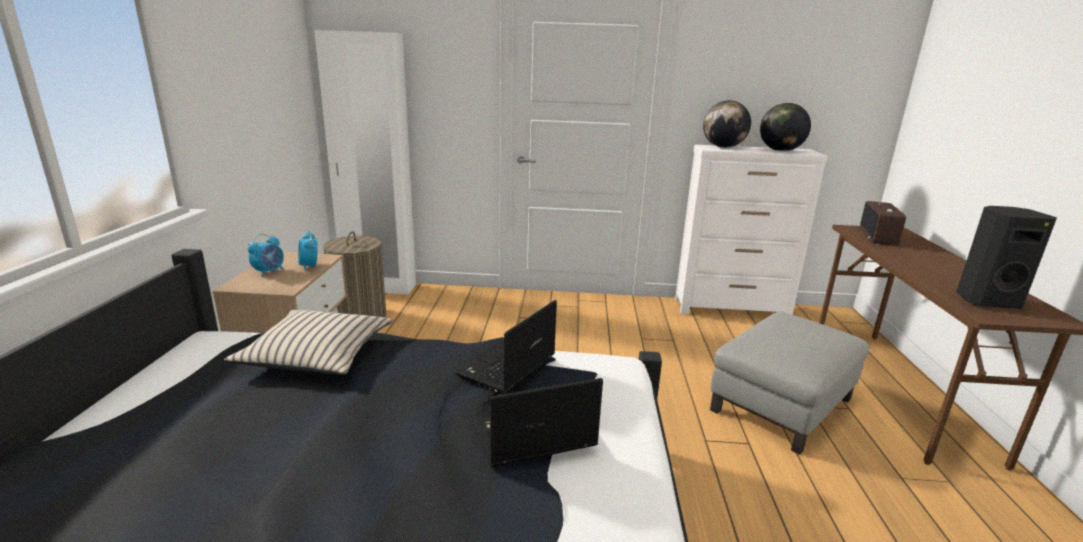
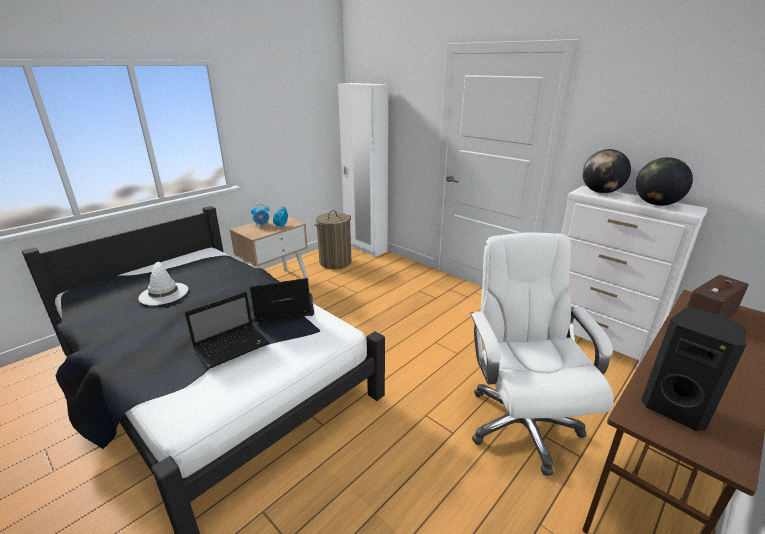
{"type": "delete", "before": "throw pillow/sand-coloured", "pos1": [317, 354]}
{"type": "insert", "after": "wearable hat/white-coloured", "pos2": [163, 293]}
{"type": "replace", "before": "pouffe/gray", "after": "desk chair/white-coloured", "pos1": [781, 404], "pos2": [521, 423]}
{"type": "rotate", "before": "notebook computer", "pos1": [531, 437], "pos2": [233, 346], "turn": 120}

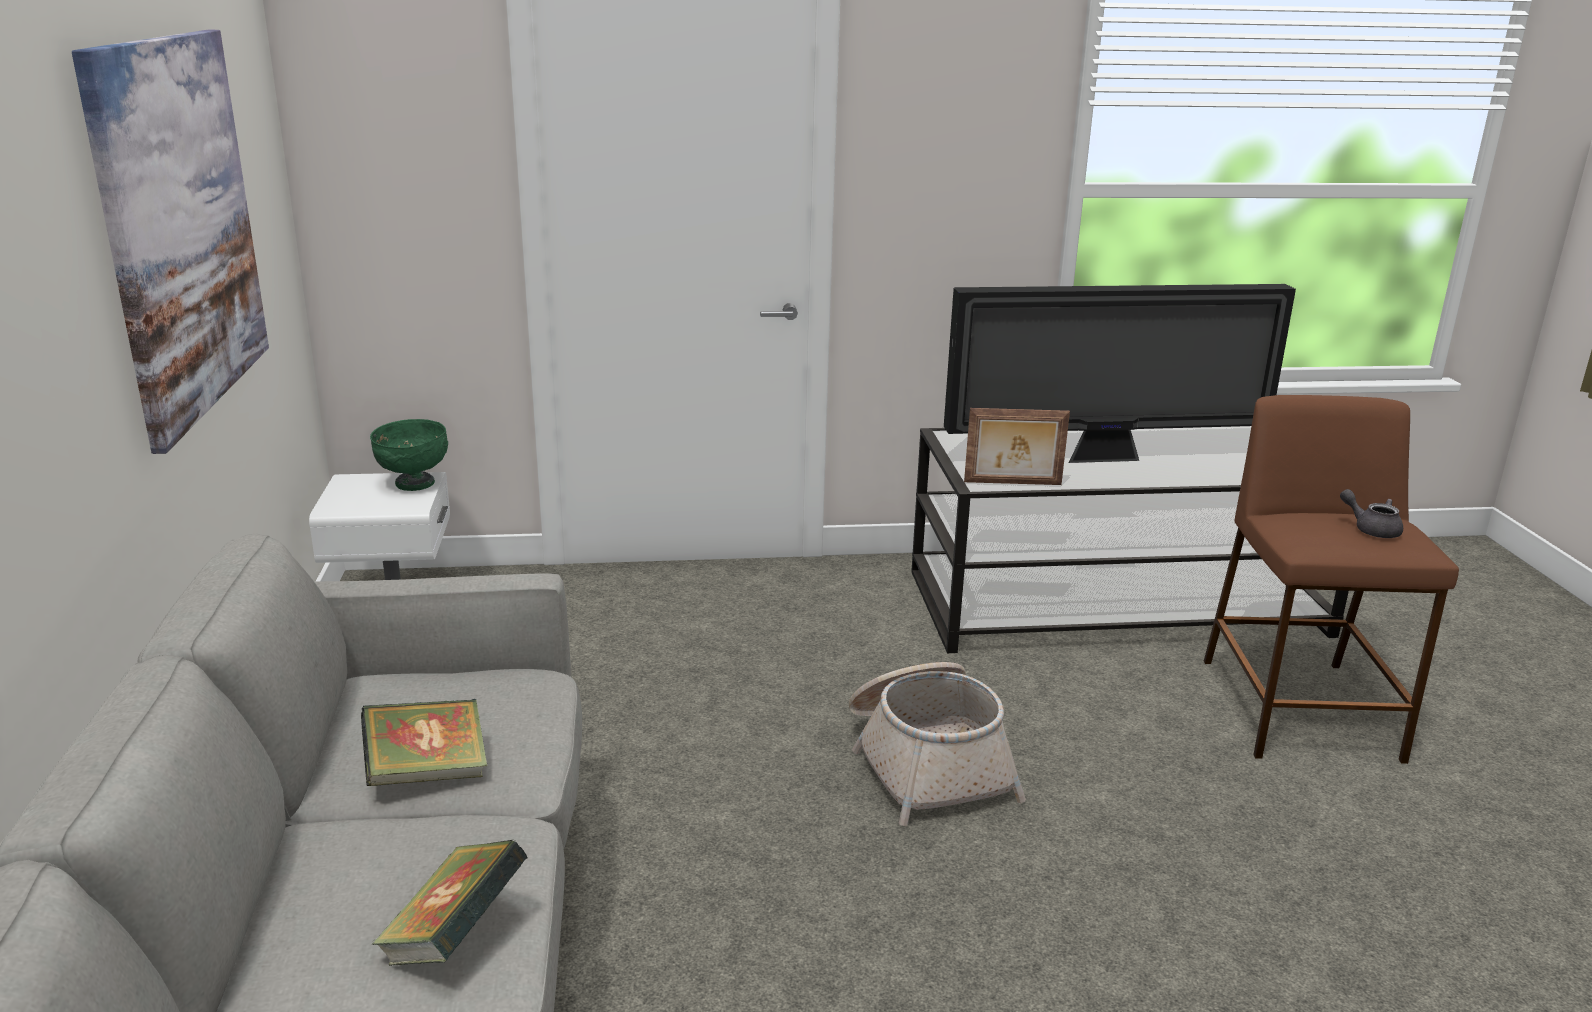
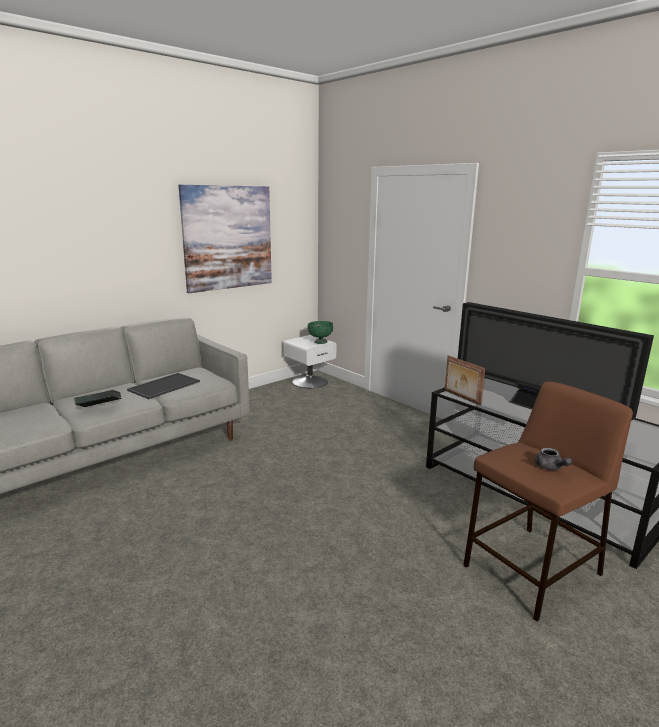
{"type": "delete", "before": "storage basket", "pos1": [927, 762]}
{"type": "replace", "before": "bound book", "after": "tray", "pos1": [427, 773], "pos2": [164, 386]}
{"type": "rotate", "before": "tea pot/gray", "pos1": [1371, 529], "pos2": [550, 468], "turn": 150}

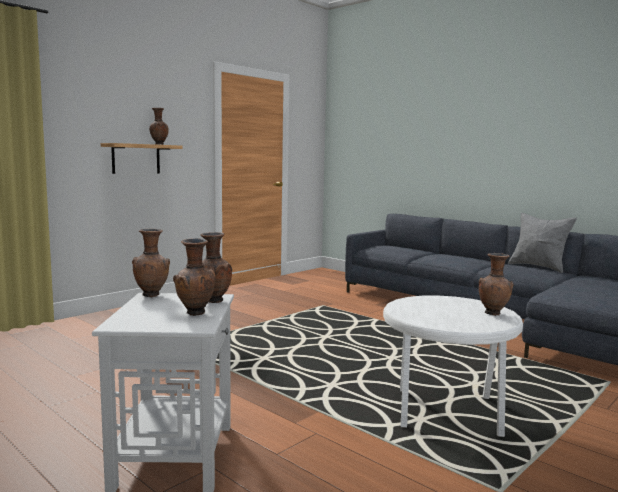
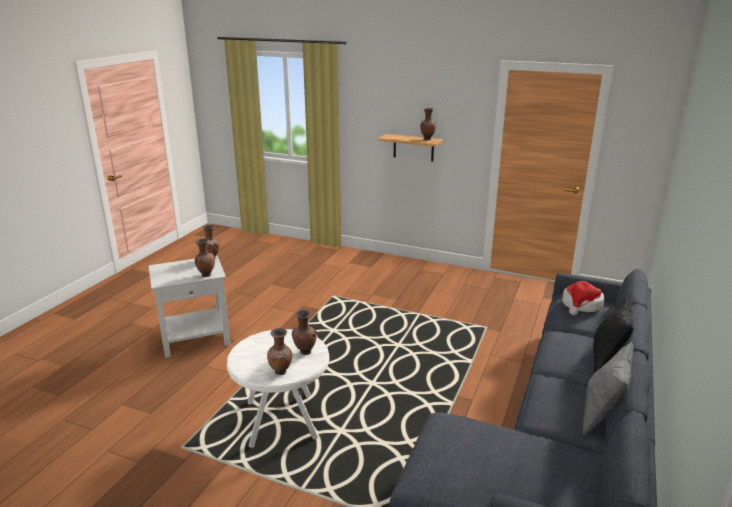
{"type": "insert", "after": "wearable hat", "pos2": [581, 305]}
{"type": "insert", "after": "throw pillow/blackish", "pos2": [607, 361]}
{"type": "move", "before": "flower vase/brownish", "pos1": [195, 314], "pos2": [304, 352]}

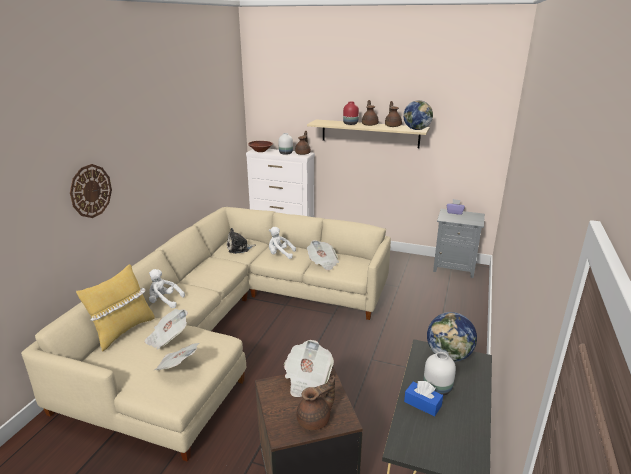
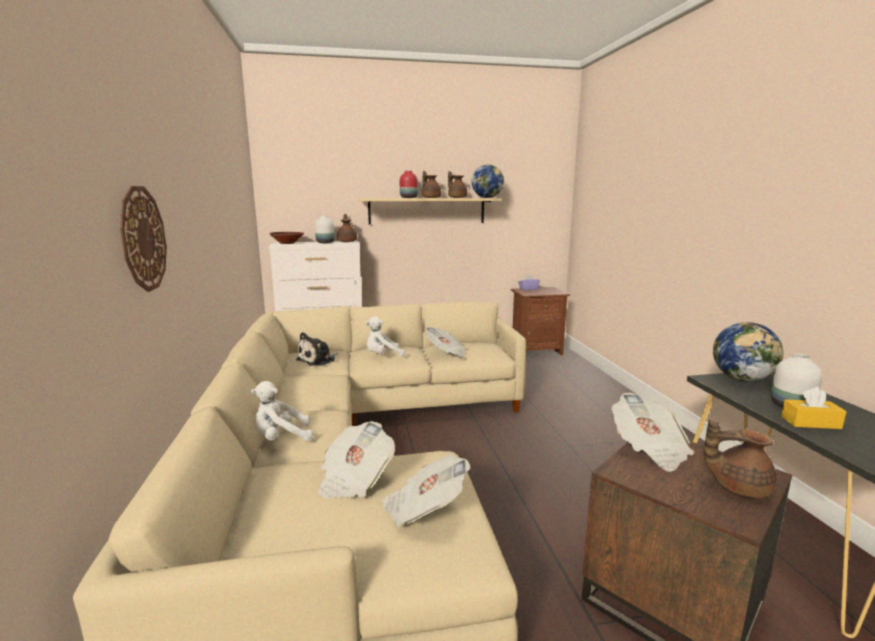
{"type": "delete", "before": "throw pillow/yellowish", "pos1": [123, 331]}
{"type": "recolor", "before": "tissue box/blue-coloured", "after": "tissue box/yellowish", "pos1": [422, 404], "pos2": [810, 422]}
{"type": "recolor", "before": "night table/gray", "after": "night table/brownish", "pos1": [454, 267], "pos2": [536, 350]}
{"type": "rotate", "before": "tea pot/brownish", "pos1": [315, 420], "pos2": [737, 486], "turn": -105}

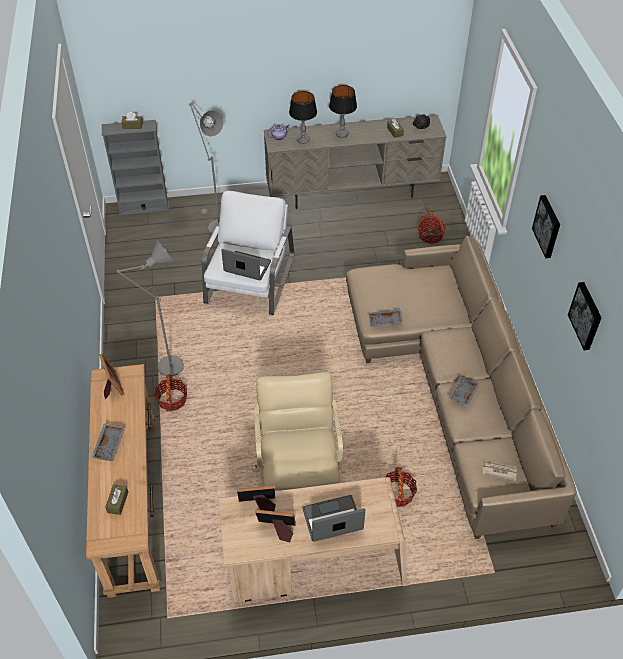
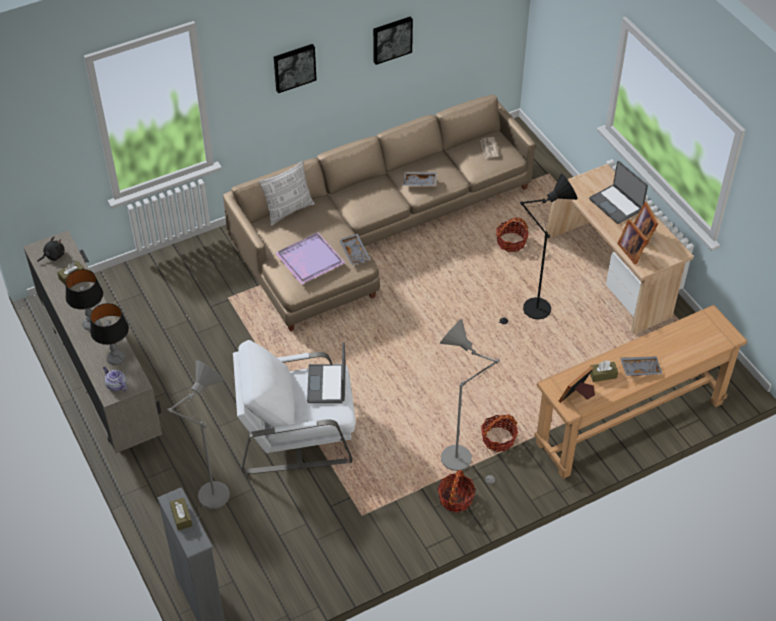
{"type": "insert", "after": "throw pillow", "pos2": [288, 210]}
{"type": "insert", "after": "tray/purple", "pos2": [308, 259]}
{"type": "move", "before": "tissue box/brownish", "pos1": [117, 502], "pos2": [603, 375]}
{"type": "move", "before": "storage basket", "pos1": [430, 236], "pos2": [455, 498]}
{"type": "replace", "before": "desk chair/sand-coloured", "after": "standing lamp/blackish", "pos1": [298, 477], "pos2": [532, 312]}

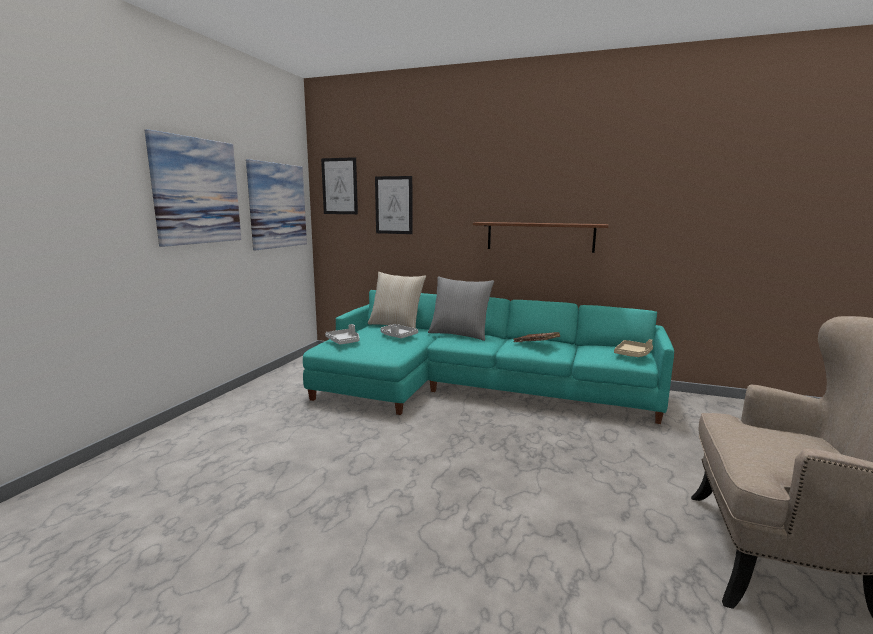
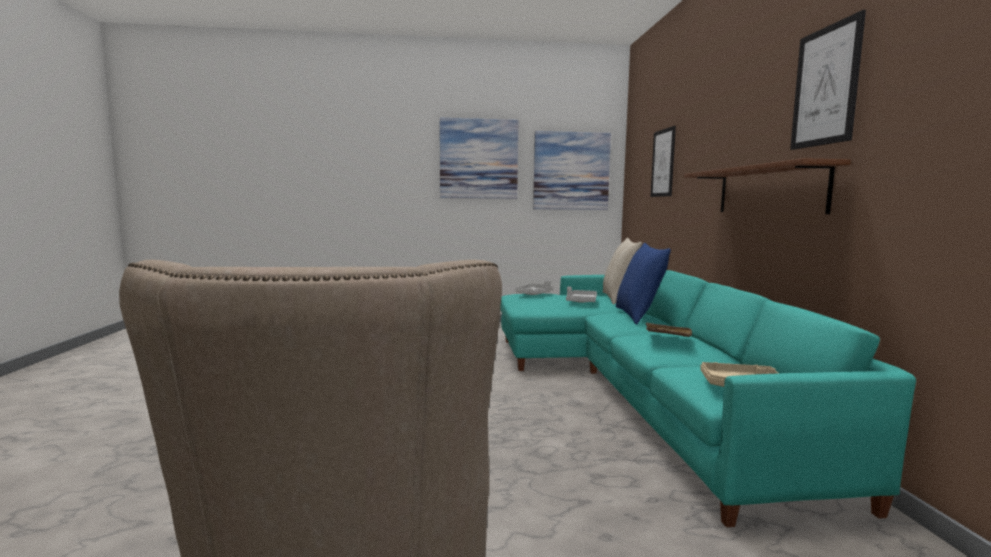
{"type": "move", "before": "picture", "pos1": [339, 186], "pos2": [825, 86]}
{"type": "recolor", "before": "throw pillow/gray", "after": "throw pillow/blue-coloured", "pos1": [459, 334], "pos2": [638, 315]}

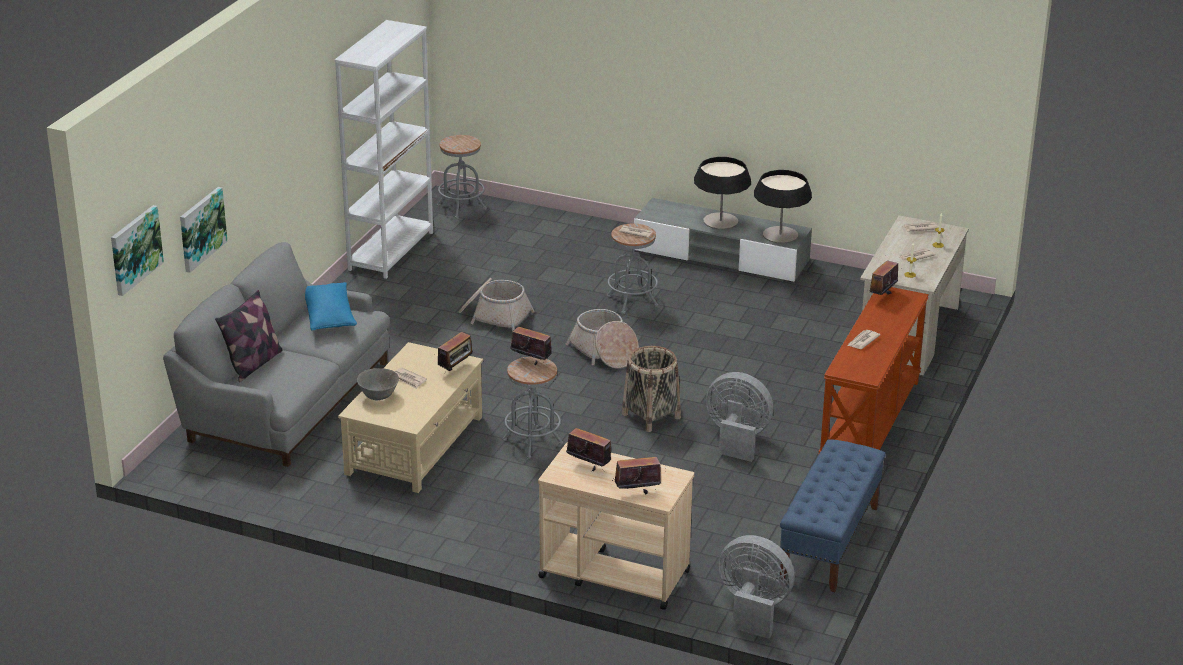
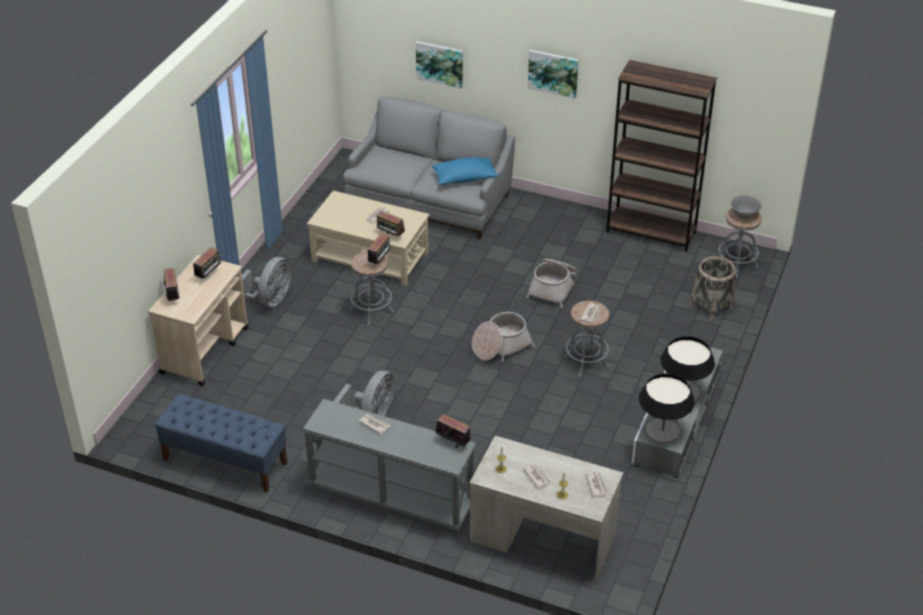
{"type": "delete", "before": "throw pillow", "pos1": [253, 364]}
{"type": "move", "before": "picture", "pos1": [135, 249], "pos2": [553, 73]}
{"type": "move", "before": "bowl/gray", "pos1": [378, 396], "pos2": [744, 215]}
{"type": "move", "before": "storage basket", "pos1": [651, 416], "pos2": [711, 306]}
{"type": "move", "before": "cooling fan/gray", "pos1": [753, 609], "pos2": [270, 300]}
{"type": "recolor", "before": "shelving unit/white-coloured", "after": "shelving unit/brownish", "pos1": [391, 251], "pos2": [651, 232]}
{"type": "recolor", "before": "narrow table/brownish", "after": "narrow table/gray", "pos1": [871, 424], "pos2": [390, 499]}

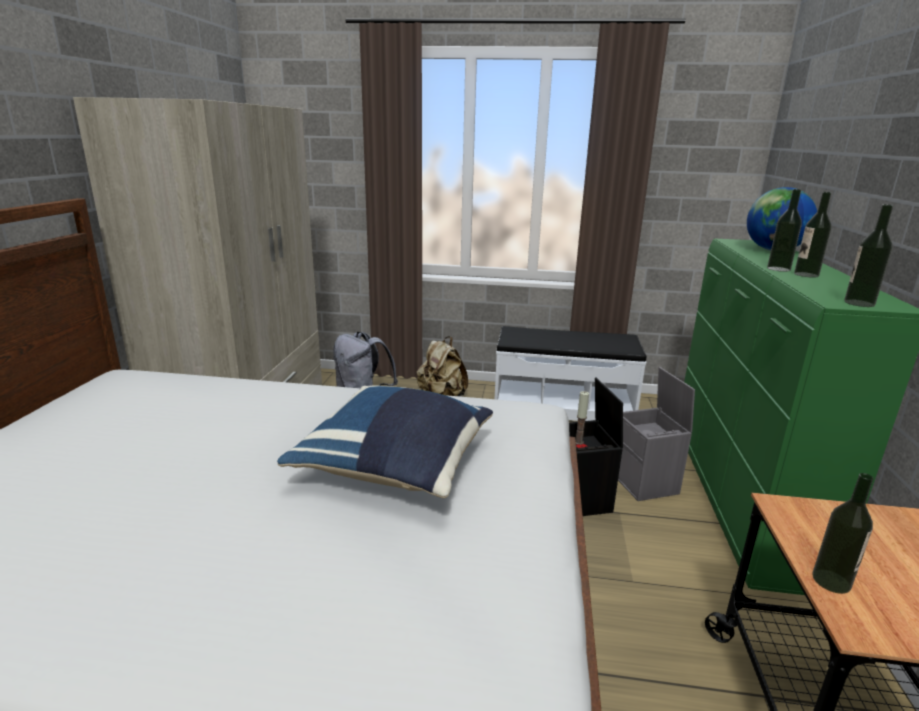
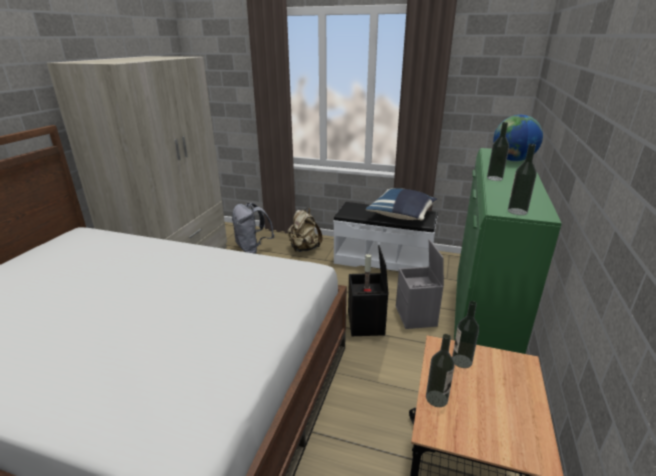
{"type": "move", "before": "throw pillow/blue-coloured", "pos1": [397, 466], "pos2": [402, 215]}
{"type": "move", "before": "beverage bottle", "pos1": [806, 275], "pos2": [461, 361]}

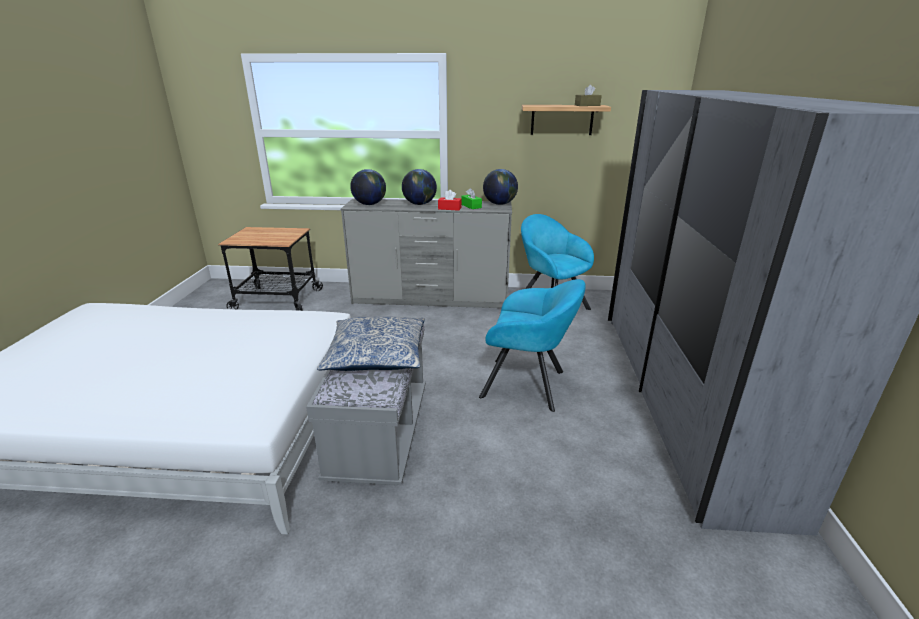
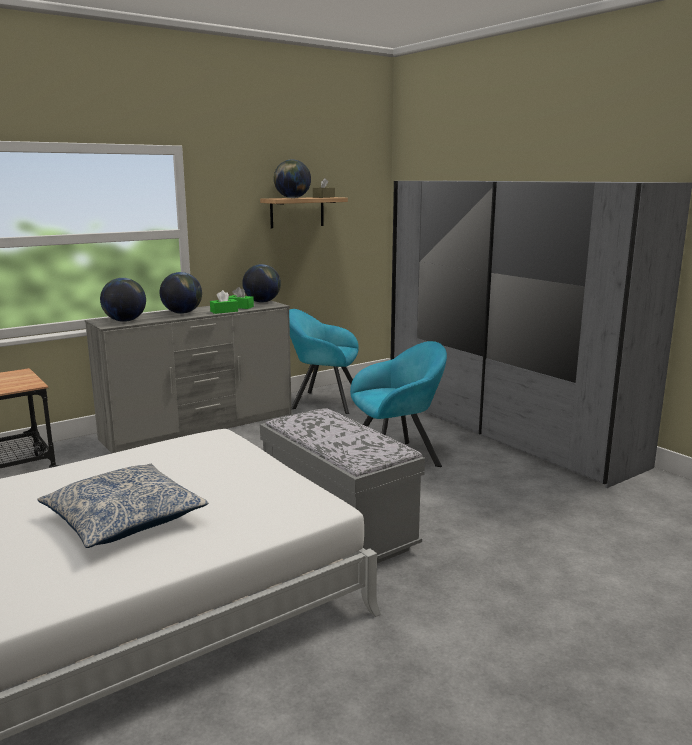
{"type": "insert", "after": "world globe", "pos2": [292, 198]}
{"type": "move", "before": "throw pillow", "pos1": [376, 355], "pos2": [124, 519]}
{"type": "recolor", "before": "tissue box/red-coloured", "after": "tissue box/green", "pos1": [449, 208], "pos2": [224, 311]}

